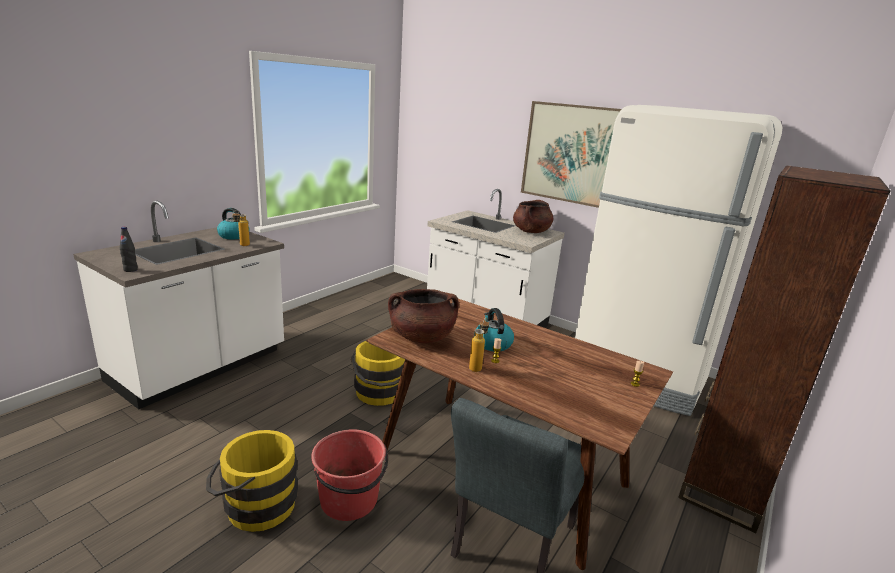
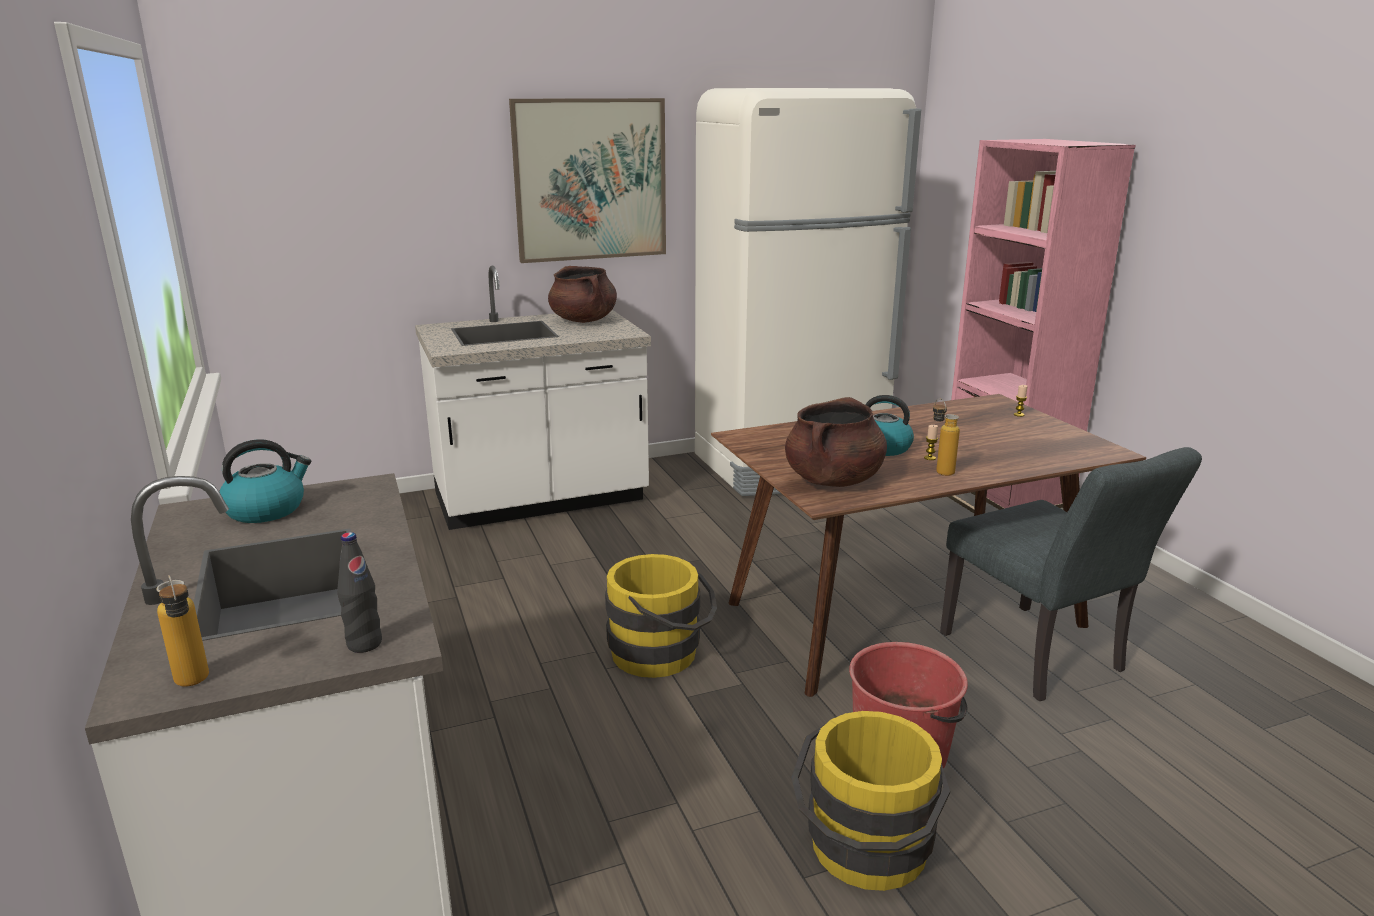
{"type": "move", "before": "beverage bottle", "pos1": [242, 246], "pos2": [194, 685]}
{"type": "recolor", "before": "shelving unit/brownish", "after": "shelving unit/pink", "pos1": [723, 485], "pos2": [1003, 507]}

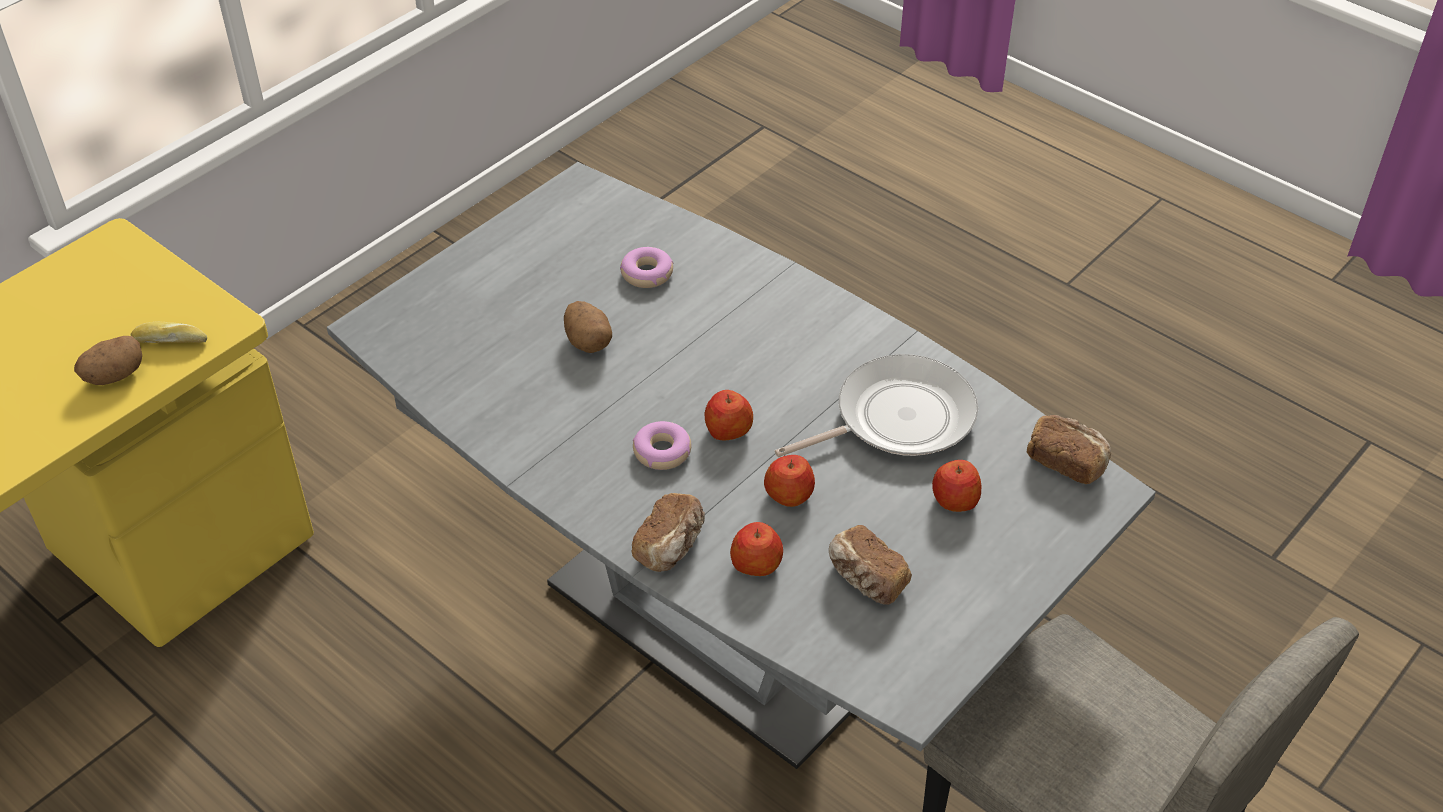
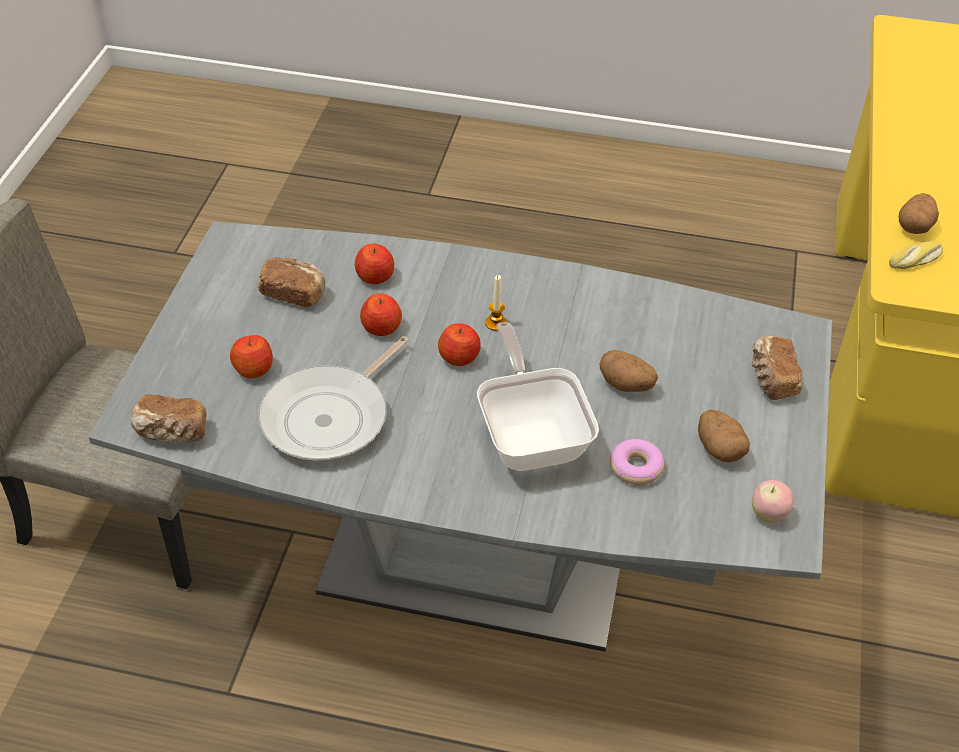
{"type": "insert", "after": "frying pan", "pos2": [531, 436]}
{"type": "insert", "after": "potato", "pos2": [719, 449]}
{"type": "insert", "after": "apple fruit", "pos2": [768, 514]}
{"type": "move", "before": "bakery bread", "pos1": [671, 546], "pos2": [771, 379]}
{"type": "replace", "before": "ring doughnut", "after": "wax light", "pos1": [662, 451], "pos2": [496, 323]}

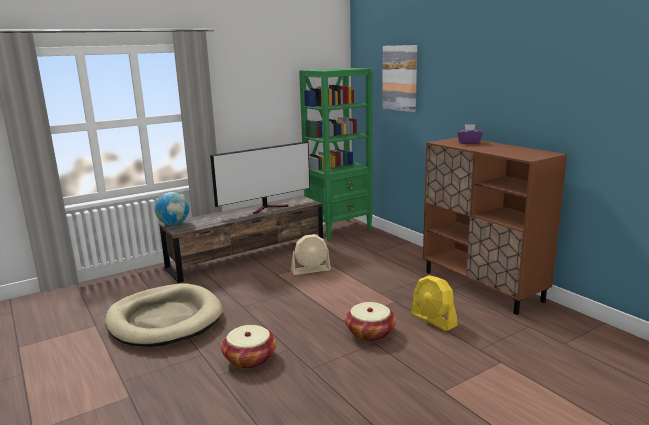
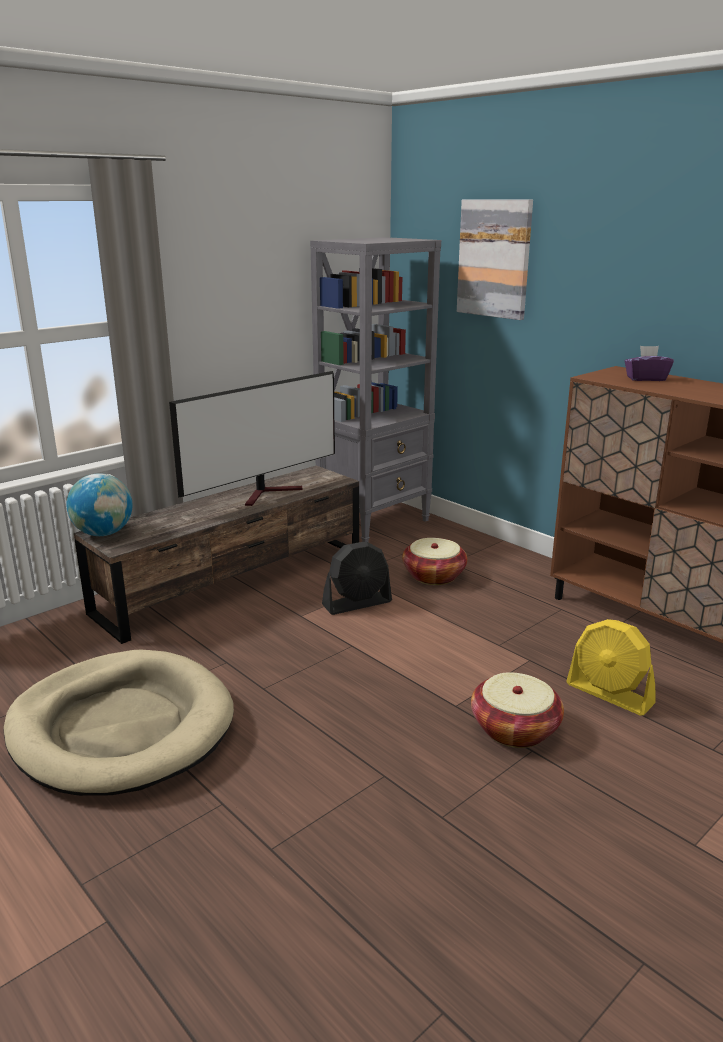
{"type": "move", "before": "storage basket", "pos1": [250, 359], "pos2": [434, 576]}
{"type": "recolor", "before": "cooling fan/sand-coloured", "after": "cooling fan/blackish", "pos1": [311, 270], "pos2": [357, 603]}
{"type": "recolor", "before": "shelving unit/green", "after": "shelving unit/gray", "pos1": [339, 230], "pos2": [375, 522]}

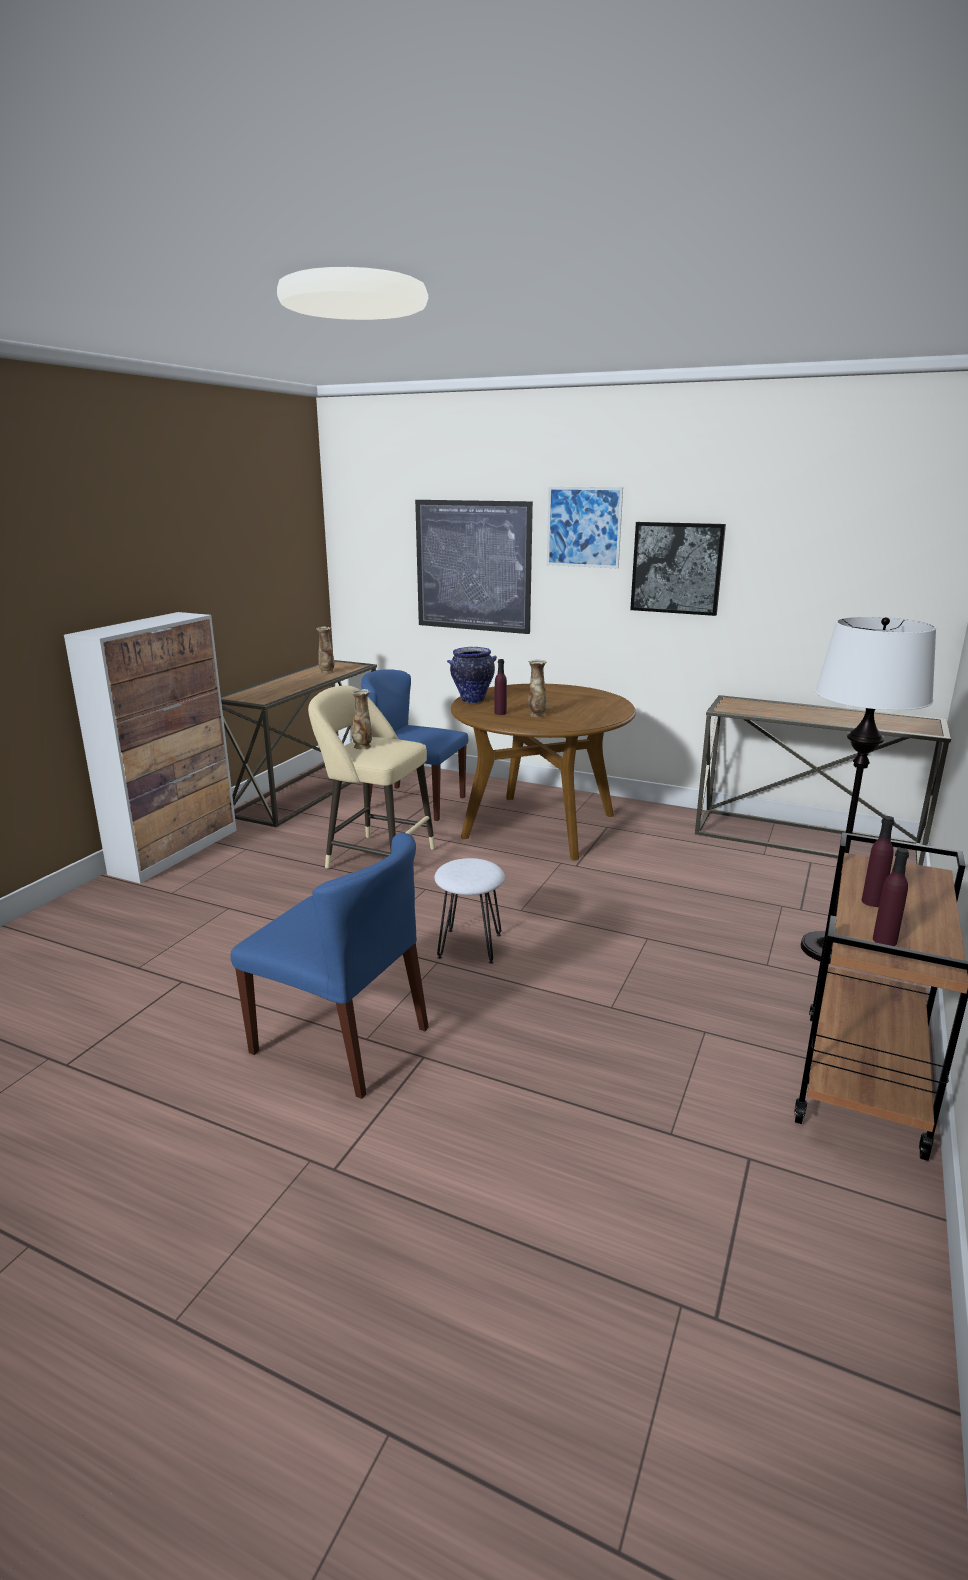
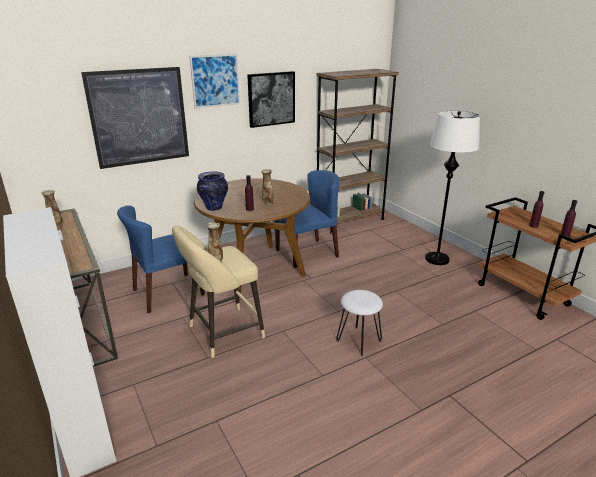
{"type": "move", "before": "plain chair/blue-coloured", "pos1": [342, 1040], "pos2": [307, 253]}
{"type": "replace", "before": "narrow table", "after": "shelving unit/brownish", "pos1": [806, 839], "pos2": [350, 221]}

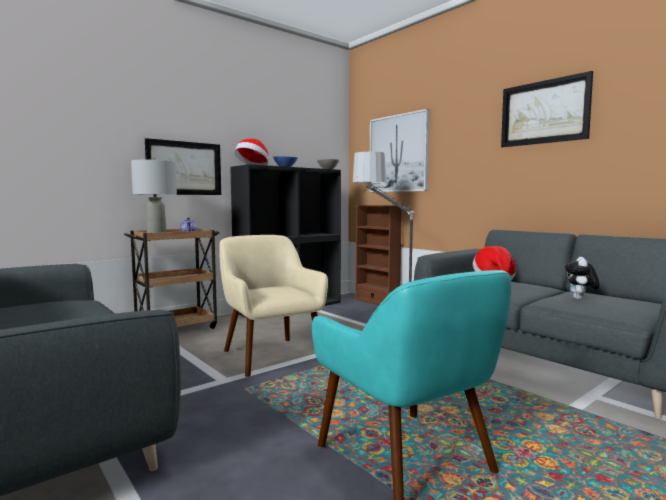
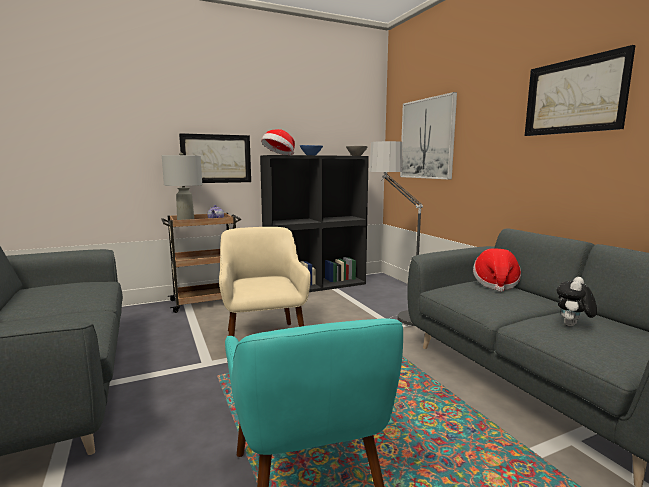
{"type": "delete", "before": "shelving unit/brownish", "pos1": [377, 302]}

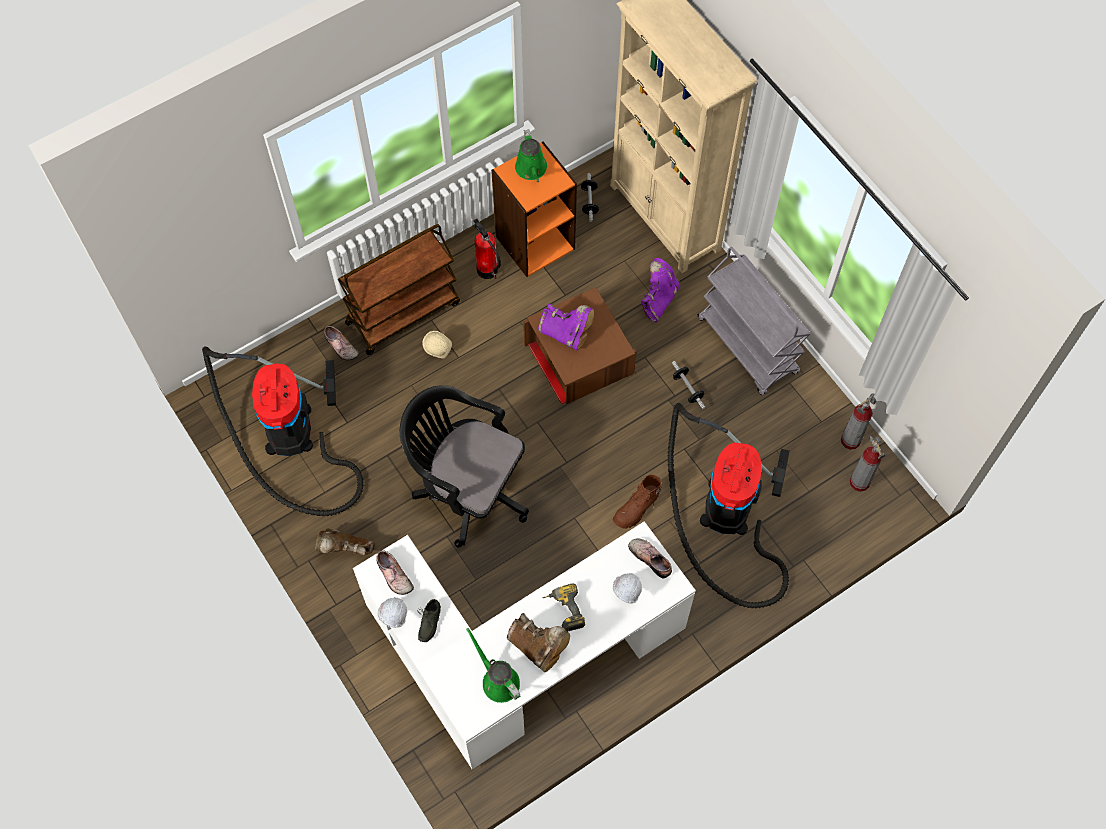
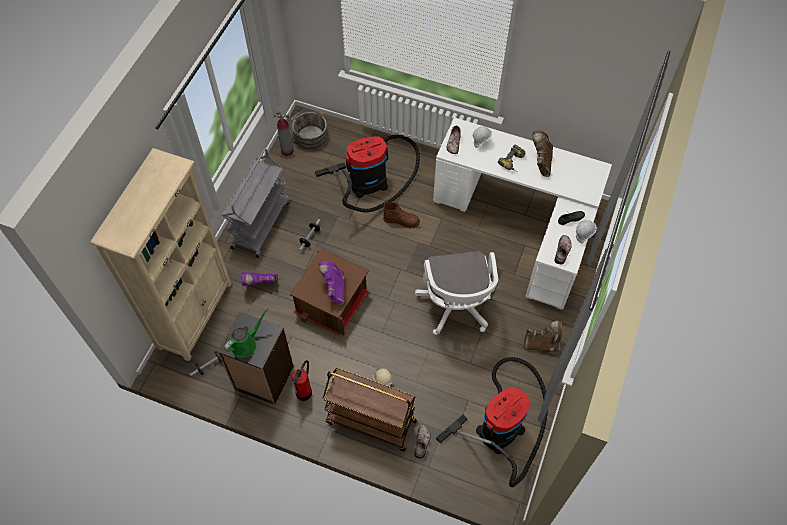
{"type": "delete", "before": "watering can/green", "pos1": [498, 680]}
{"type": "replace", "before": "fire-fighting cylinder", "after": "water bucket/gray", "pos1": [859, 482], "pos2": [309, 136]}
{"type": "recolor", "before": "desk chair/blackish", "after": "desk chair/white-coloured", "pos1": [467, 489], "pos2": [456, 307]}
{"type": "recolor", "before": "shelving unit/orange-coloured", "after": "shelving unit/blackish", "pos1": [534, 242], "pos2": [263, 378]}
{"type": "rotate", "before": "boot/brownish", "pos1": [346, 550], "pos2": [542, 344], "turn": -60}

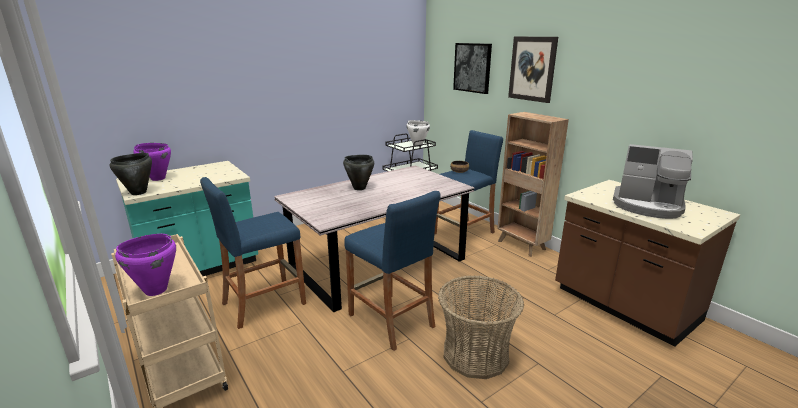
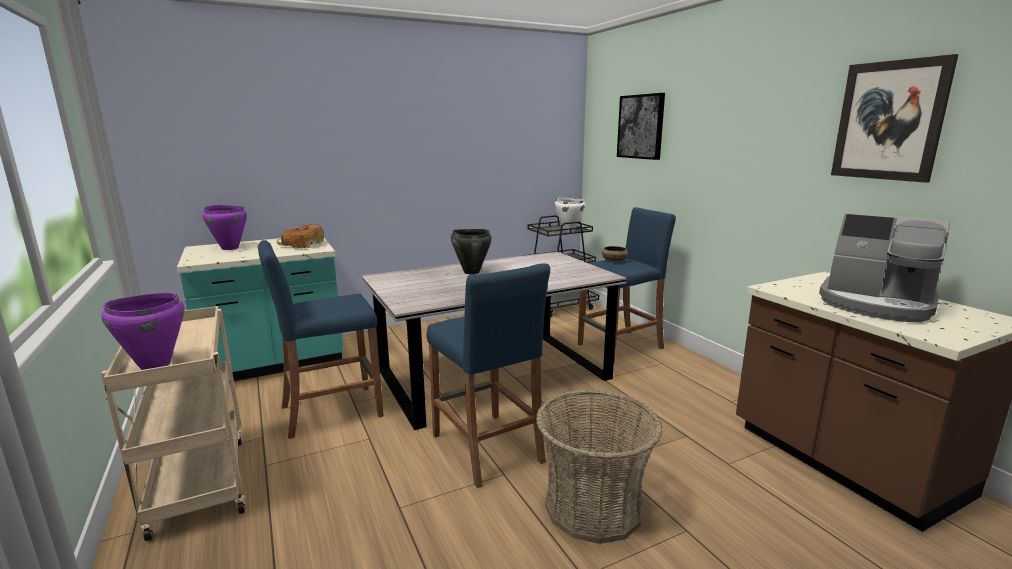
{"type": "delete", "before": "stockpot/blackish", "pos1": [139, 192]}
{"type": "delete", "before": "shelving unit/brownish", "pos1": [522, 246]}
{"type": "insert", "after": "bakery bread", "pos2": [302, 245]}
{"type": "move", "before": "picture", "pos1": [532, 69], "pos2": [889, 121]}

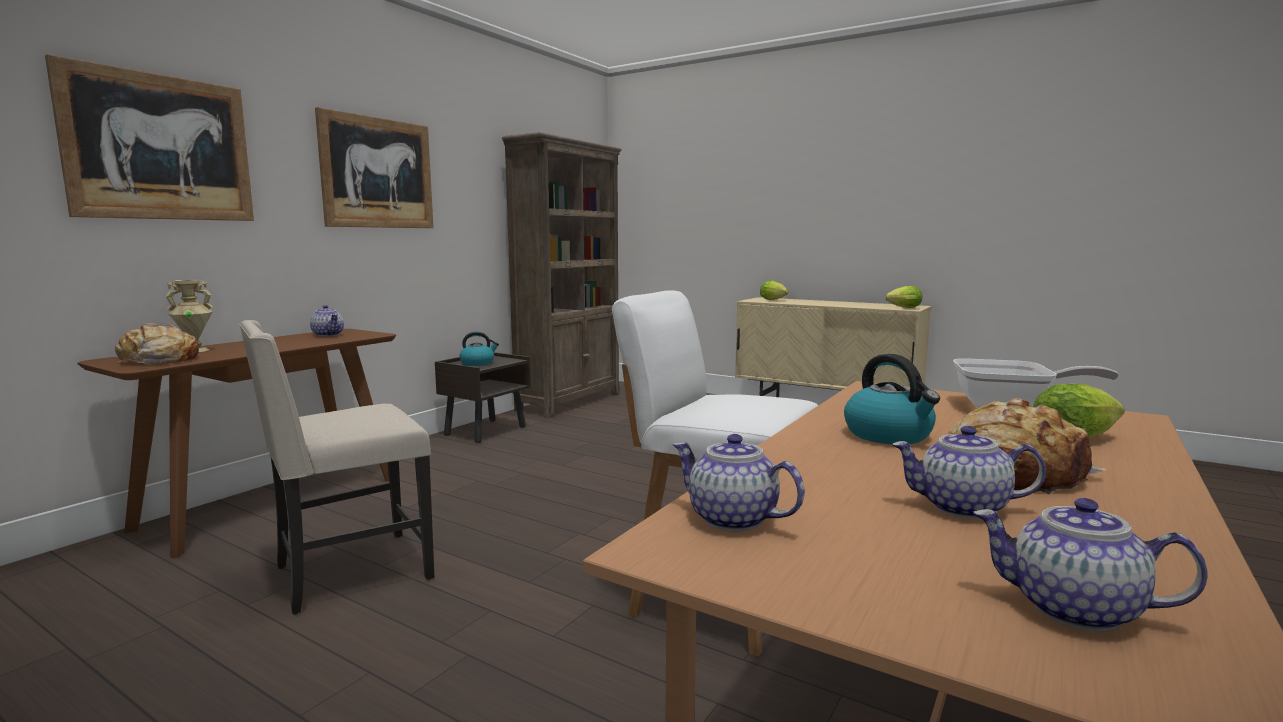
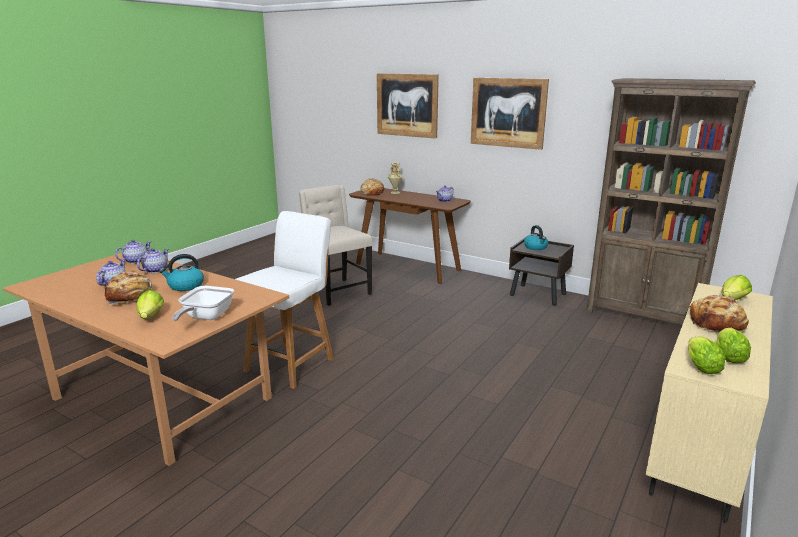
{"type": "insert", "after": "bakery bread", "pos2": [717, 324]}
{"type": "insert", "after": "lettuce", "pos2": [727, 356]}
{"type": "move", "before": "tea pot", "pos1": [1073, 609], "pos2": [155, 270]}

